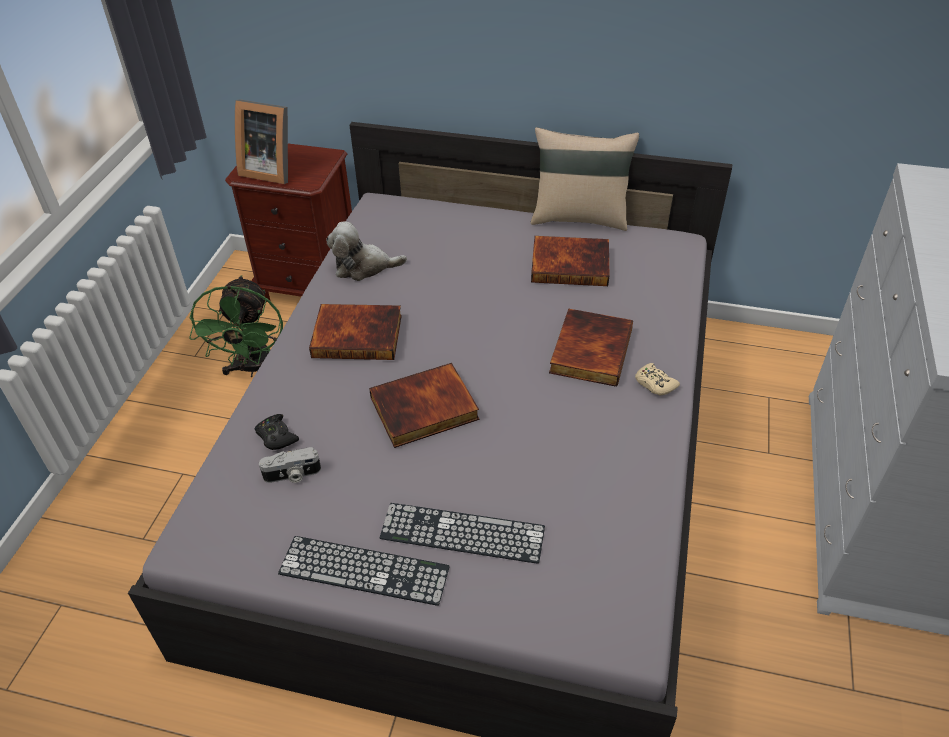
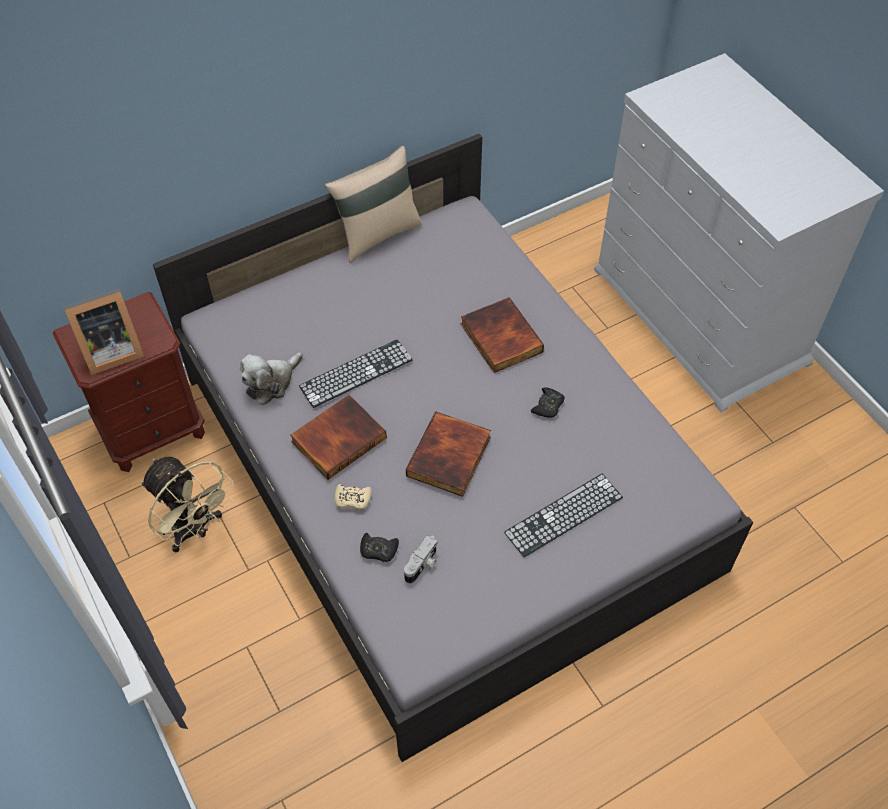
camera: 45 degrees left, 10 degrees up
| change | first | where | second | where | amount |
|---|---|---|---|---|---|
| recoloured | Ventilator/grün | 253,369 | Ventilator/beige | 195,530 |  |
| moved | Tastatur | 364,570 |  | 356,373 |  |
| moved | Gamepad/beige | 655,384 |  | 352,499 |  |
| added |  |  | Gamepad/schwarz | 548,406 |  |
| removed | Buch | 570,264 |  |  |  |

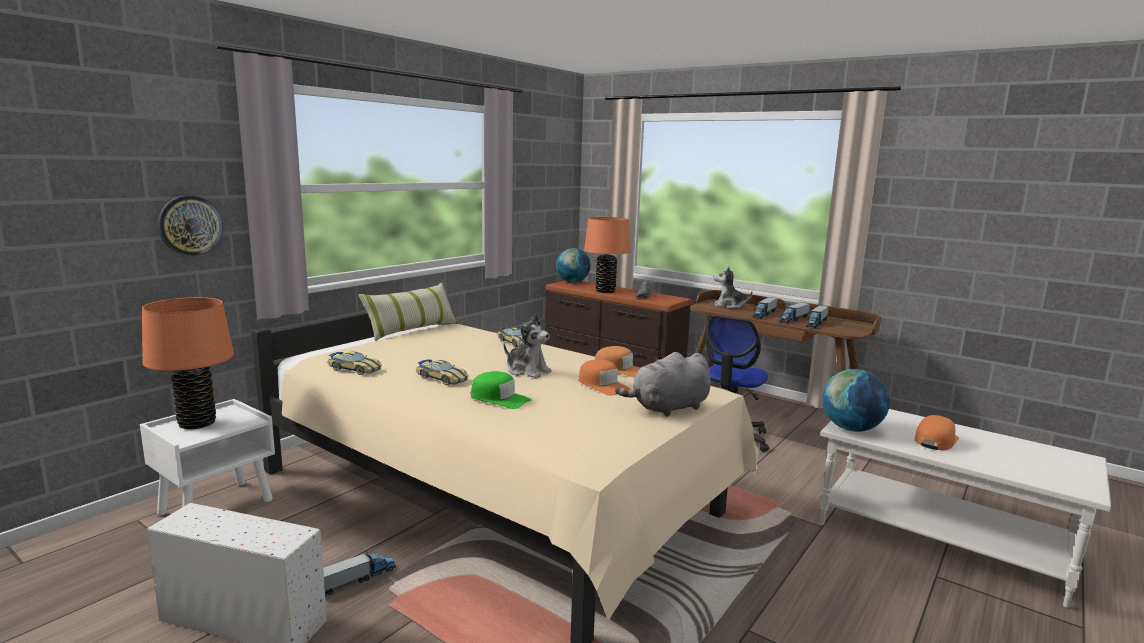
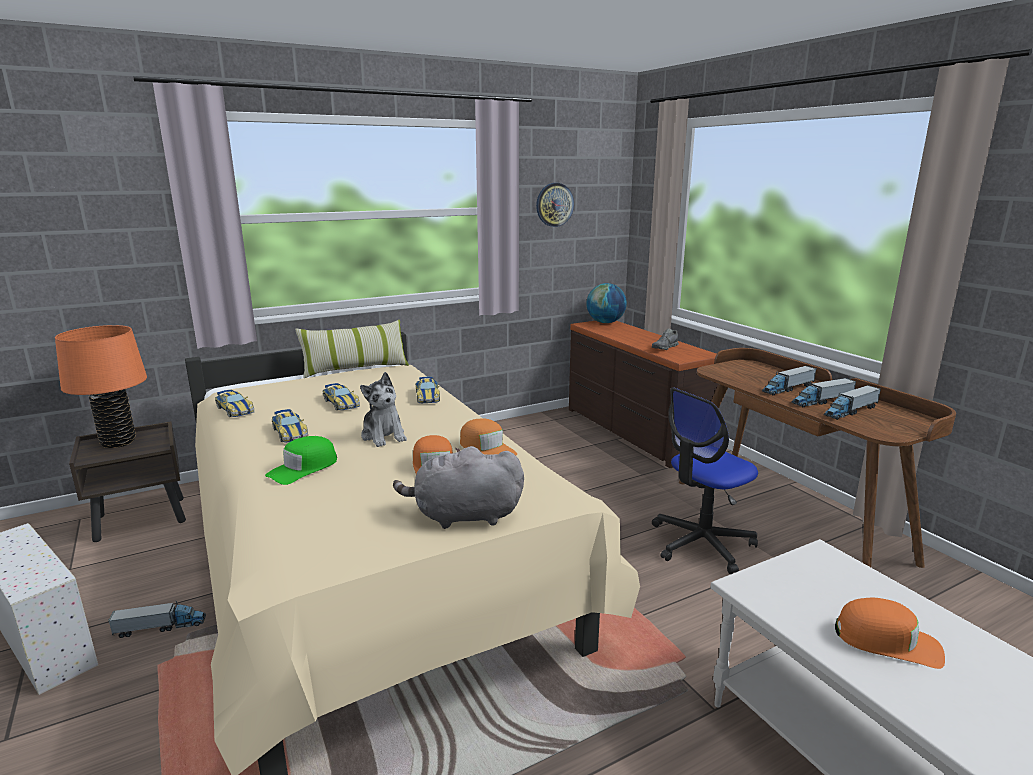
camera: 25 degrees right, 5 degrees up
| change | first | where | second | where | amount |
|---|---|---|---|---|---|
| recoloured | Nachttisch/weiß | 217,506 | Nachttisch/braun | 142,519 |  |
| turned | Kappe/grün | 499,399 |  | 303,468 | 75 degrees clockwise |
| added |  |  | Spielzeugauto | 341,403 |  |
| moved | Wanduhr | 190,225 |  | 554,204 |  |
| turned | Kappe/orange | 935,440 |  | 887,641 | 45 degrees clockwise |
| removed | Tischlampe/orange | 605,291 |  |  |  |
| removed | Plüschtier | 729,306 |  |  |  |
| removed | Globus | 851,429 |  |  |  |

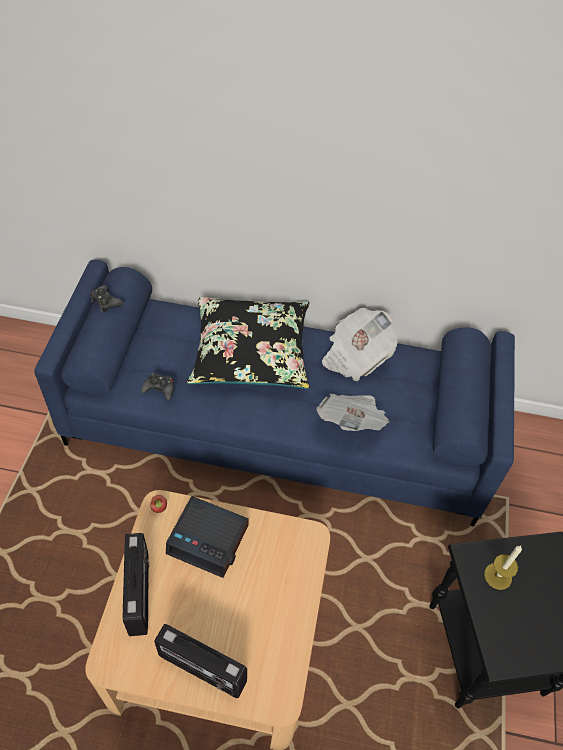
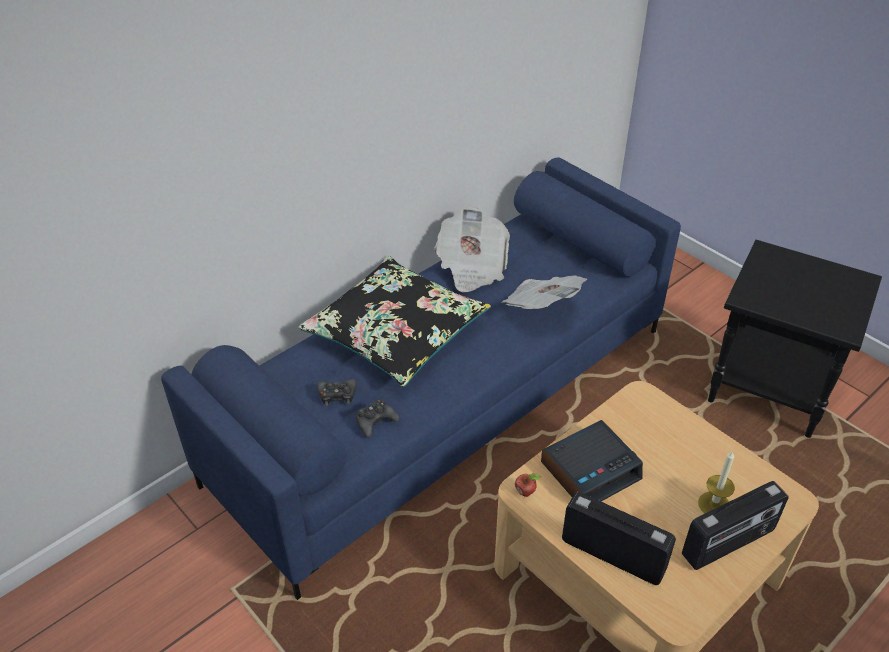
camera: 50 degrees left, 10 degrees down
| change | first | where | second | where | amount |
|---|---|---|---|---|---|
| moved | Gamepad/schwarz | 106,302 |  | 337,395 |  |
| moved | Kerze | 498,576 |  | 714,504 |  |

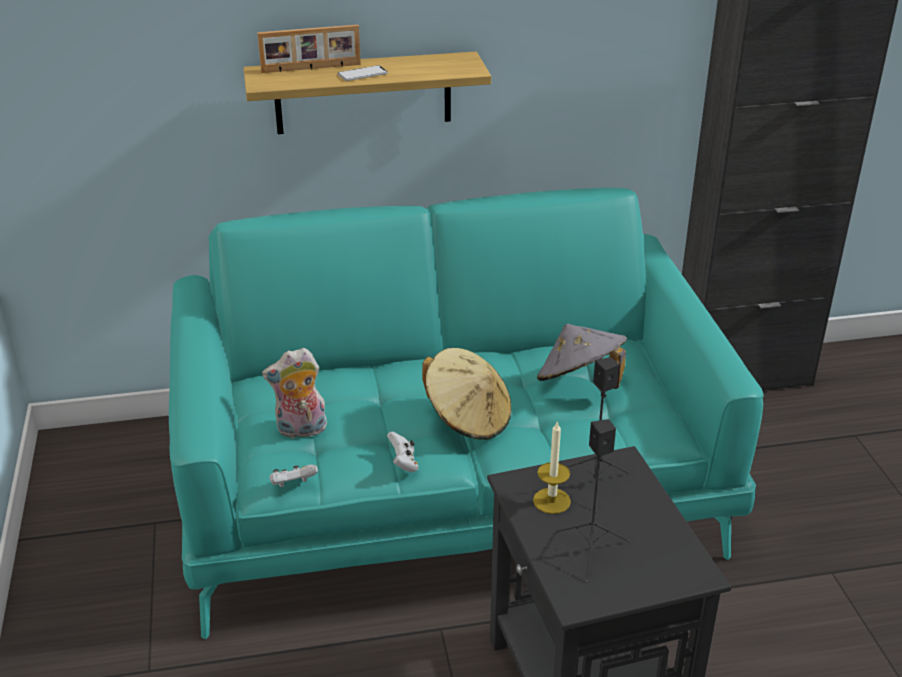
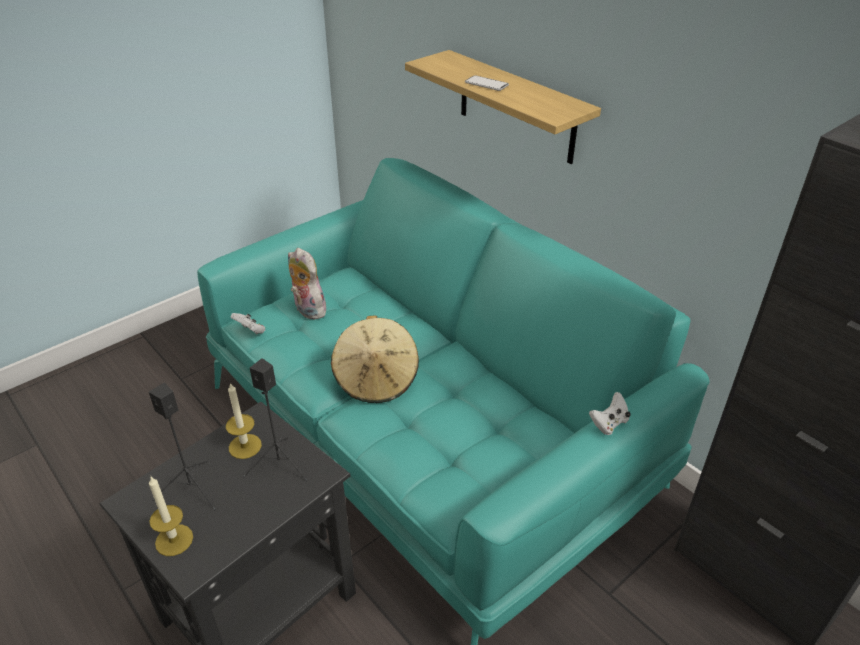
camera: 60 degrees right, 5 degrees up
| change | first | where | second | where | amount |
|---|---|---|---|---|---|
| added |  |  | Kerze | 174,540 |  |
| moved | Gamepad/weiß | 403,463 |  | 609,423 |  |
| removed | Bilderrahmen | 311,68 |  |  |  |
| removed | Hut/grau | 580,383 |  |  |  |

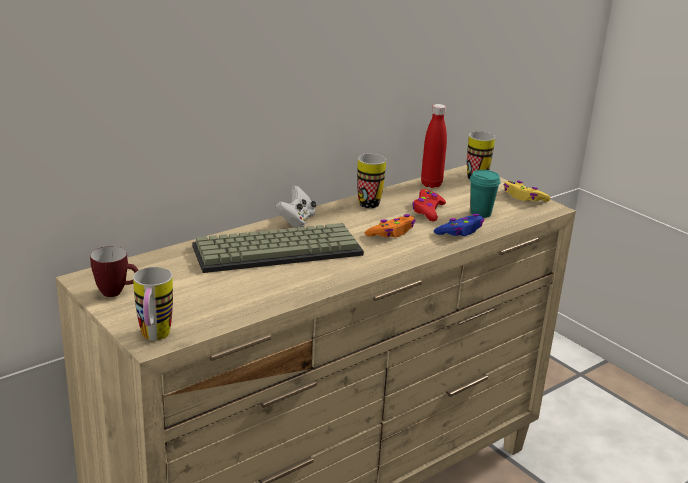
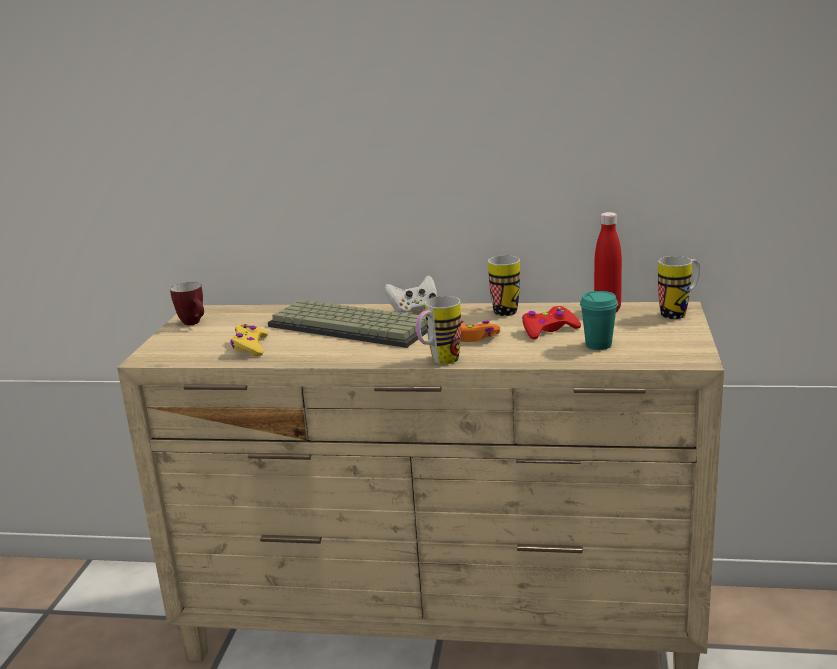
camera: 50 degrees right, 5 degrees down
| change | first | where | second | where | amount |
|---|---|---|---|---|---|
| moved | Gamepad/gelb | 524,197 |  | 250,347 |  |
| moved | Henkelbecher | 154,338 |  | 439,362 |  |
| removed | Gamepad/blau | 460,231 |  |  |  |

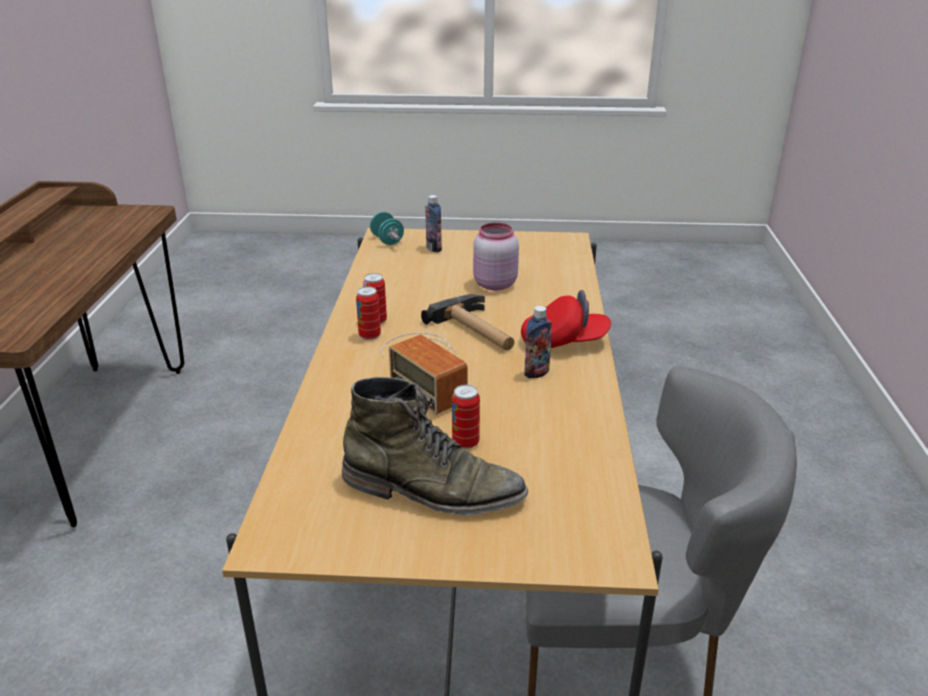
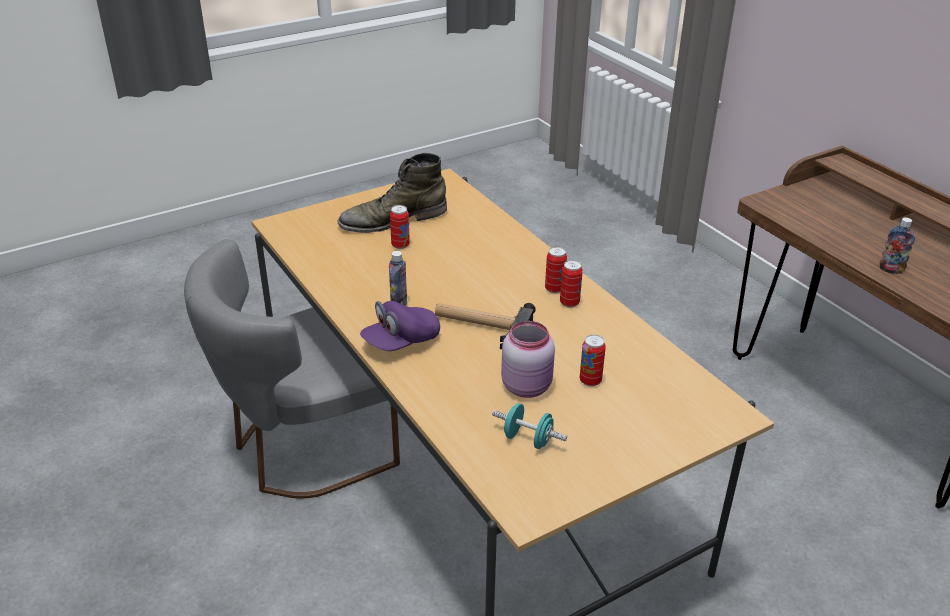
camera: 145 degrees right, 5 degrees up
| change | first | where | second | where | amount |
|---|---|---|---|---|---|
| recoloured | Kappe/rot | 564,342 | Kappe/lila | 401,342 |  |
| moved | Hantel/türkis | 387,240 |  | 528,439 |  |
| added |  |  | Dose | 590,381 |  |
| moved | Flasche | 433,248 |  | 891,270 |  |
| removed | Radio | 426,368 |  |  |  |

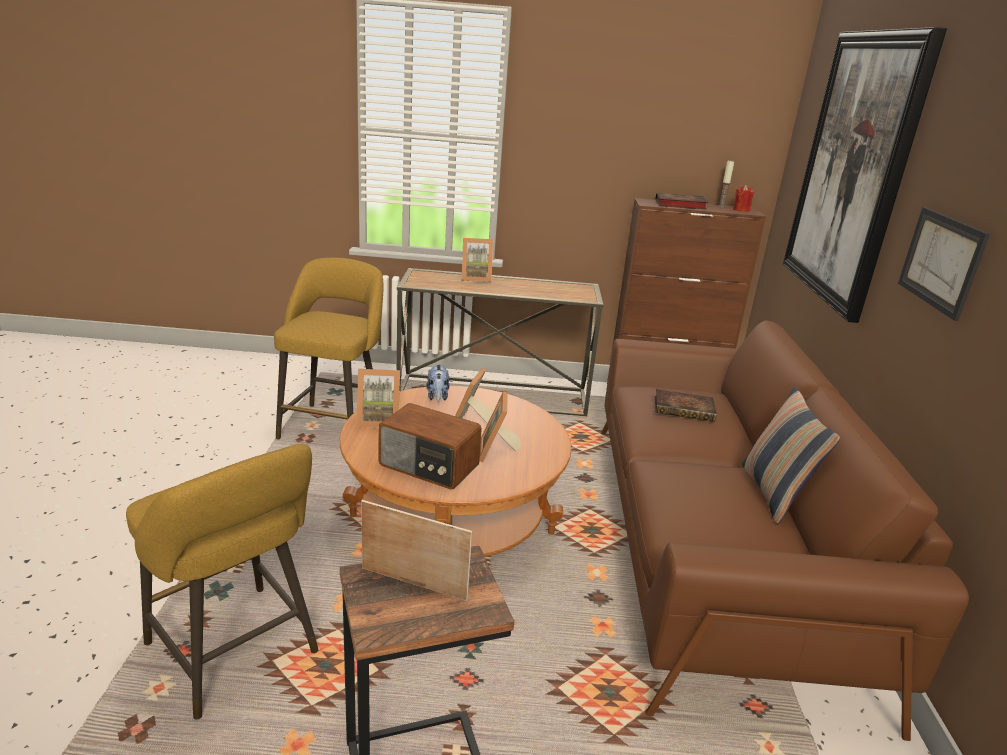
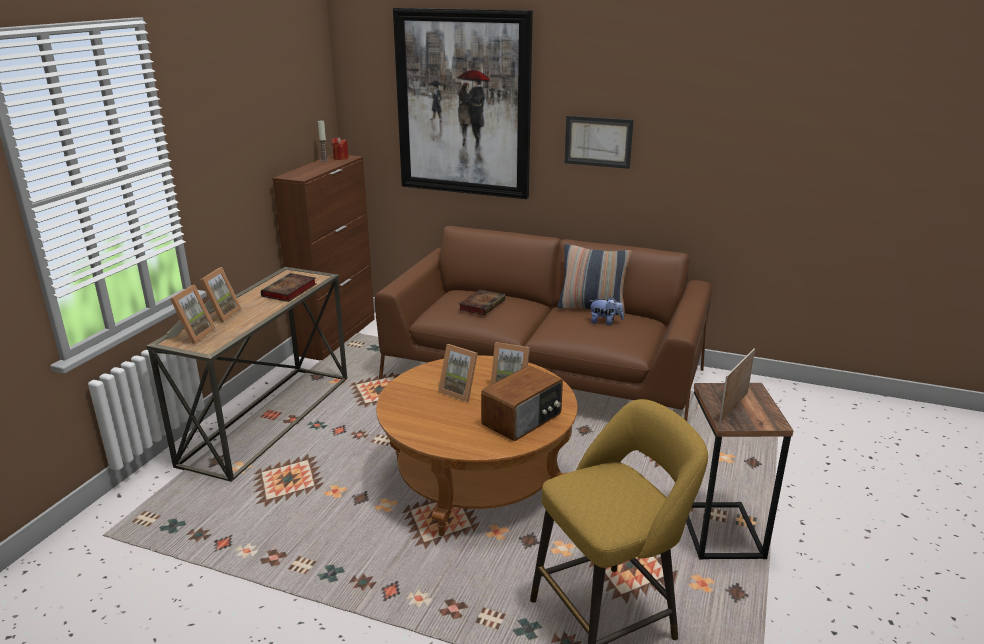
camera: 70 degrees left, 0 degrees up
| change | first | where | second | where | amount |
|---|---|---|---|---|---|
| moved | Bilderrahmen | 378,420 |  | 193,335 |  |
| moved | Buch | 679,205 |  | 289,291 |  |
| moved | Plüschtier | 437,397 |  | 605,322 |  |
| removed | Hocker/gelb | 333,425 |  |  |  |

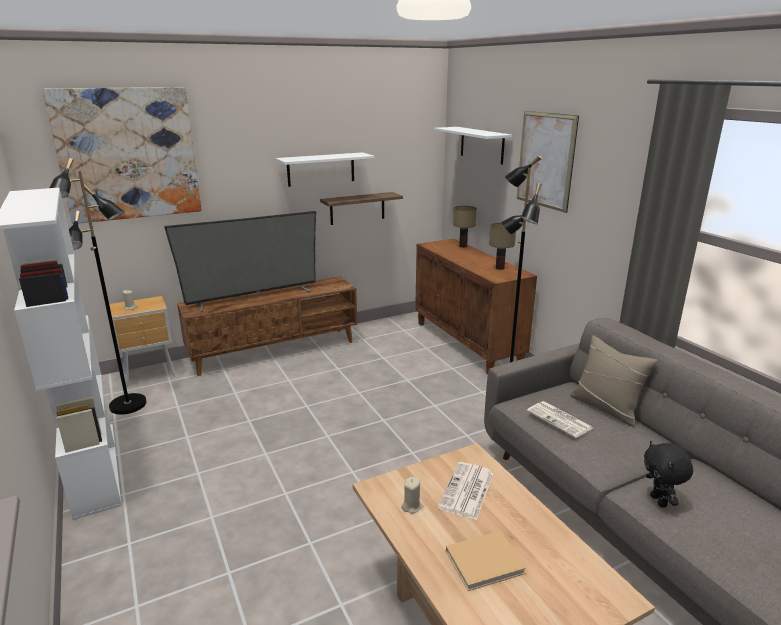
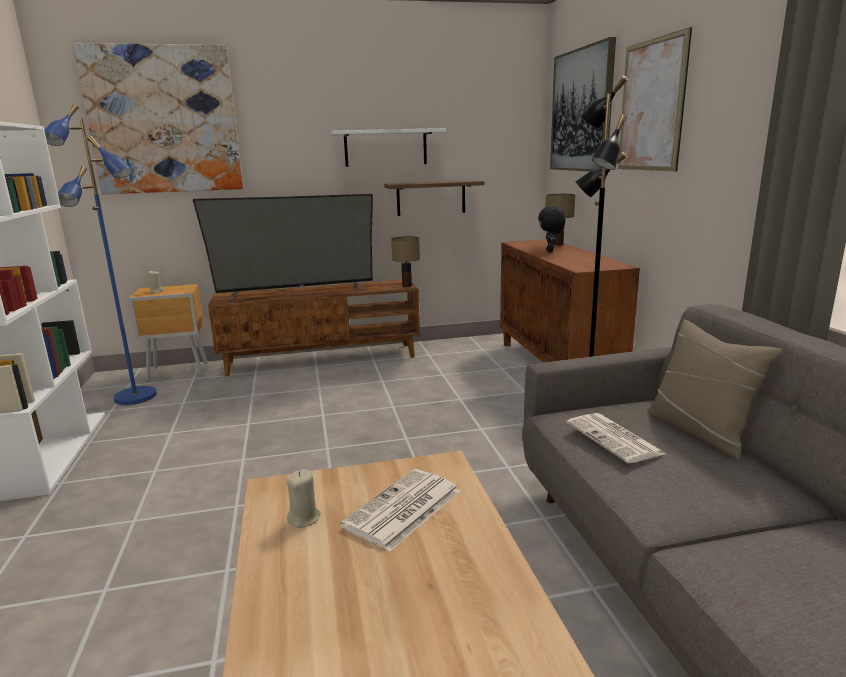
camera: 15 degrees right, 5 degrees down
| change | first | where | second | where | amount |
|---|---|---|---|---|---|
| recoloured | Stehlampe/schwarz | 128,405 | Stehlampe/blau | 135,397 |  |
| moved | Tischlampe | 499,268 |  | 406,286 |  |
| moved | Plüschtier/schwarz | 659,501 |  | 550,251 |  |
| replaced | Wandregal/weiß | 482,145 | Bild | 581,111 |  |
| removed | Buch/beige | 486,561 |  |  |  |

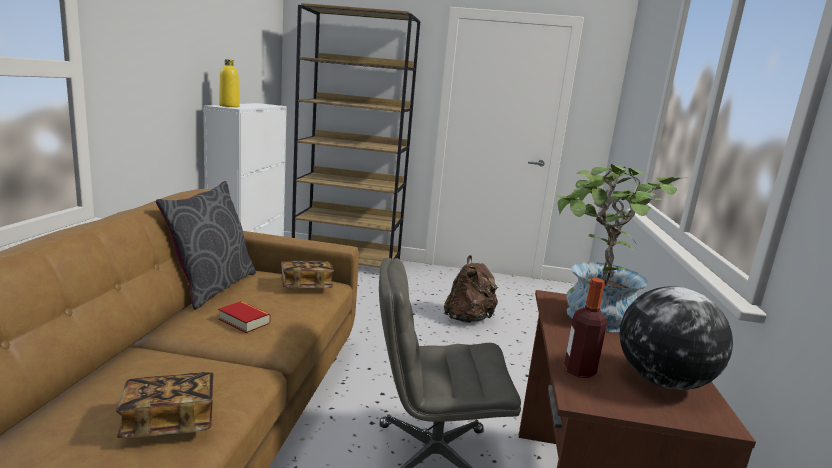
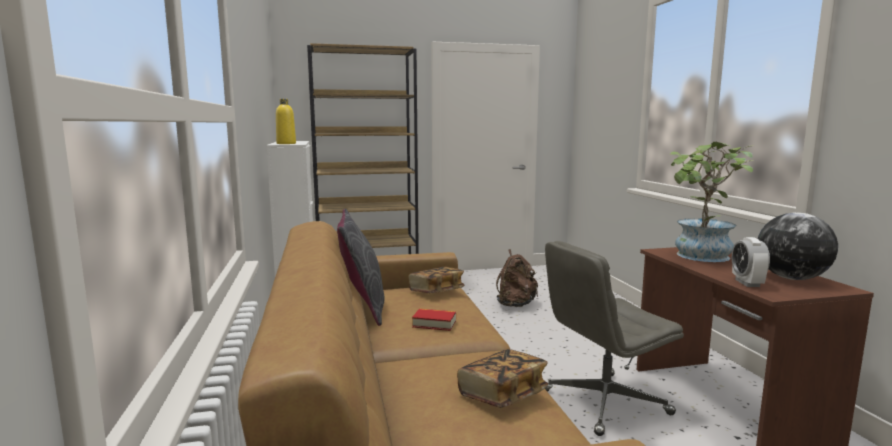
camera: 20 degrees left, 5 degrees down
| change | first | where | second | where | amount |
|---|---|---|---|---|---|
| replaced | Flasche | 579,371 | Wecker | 747,283 |  |

